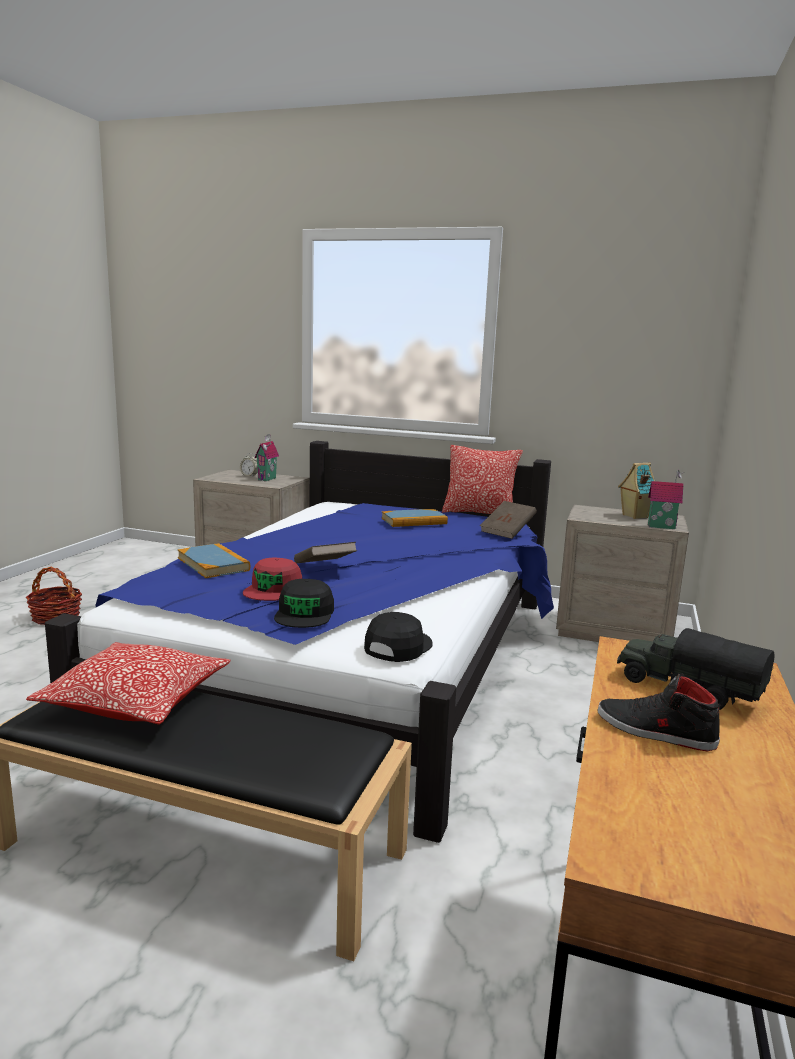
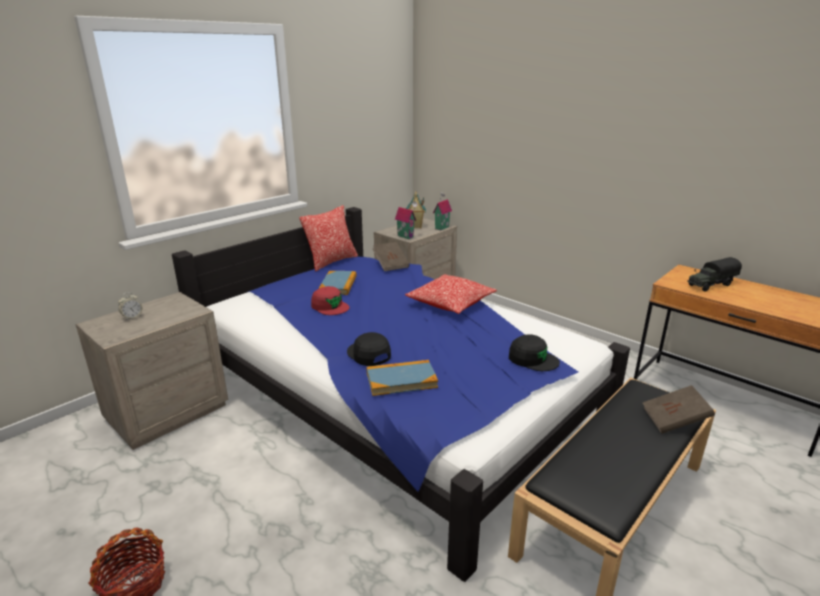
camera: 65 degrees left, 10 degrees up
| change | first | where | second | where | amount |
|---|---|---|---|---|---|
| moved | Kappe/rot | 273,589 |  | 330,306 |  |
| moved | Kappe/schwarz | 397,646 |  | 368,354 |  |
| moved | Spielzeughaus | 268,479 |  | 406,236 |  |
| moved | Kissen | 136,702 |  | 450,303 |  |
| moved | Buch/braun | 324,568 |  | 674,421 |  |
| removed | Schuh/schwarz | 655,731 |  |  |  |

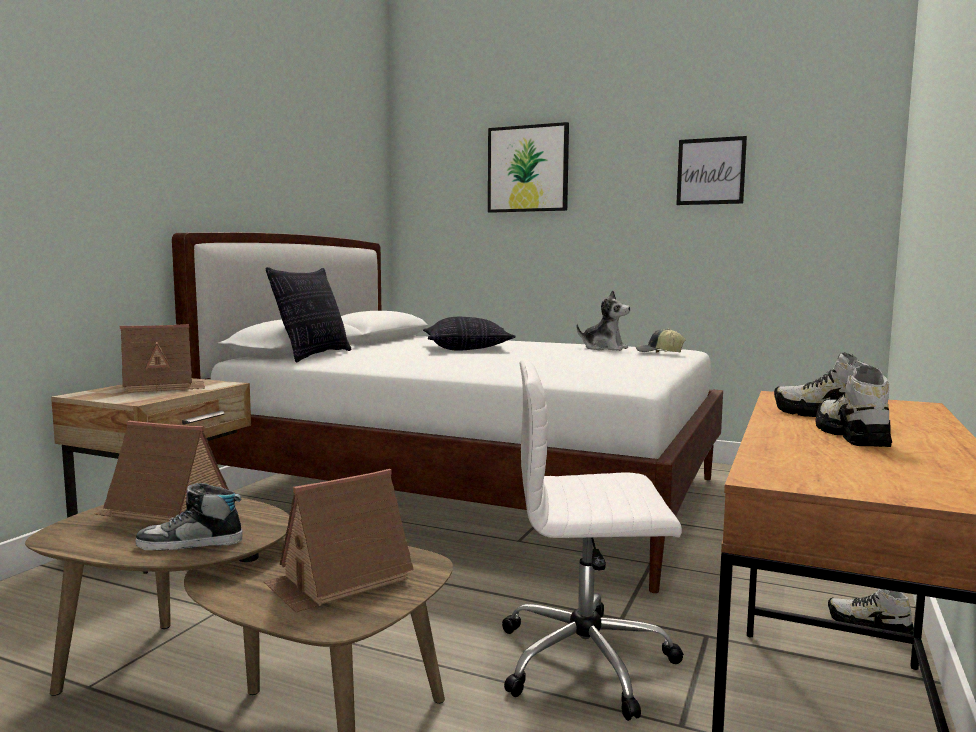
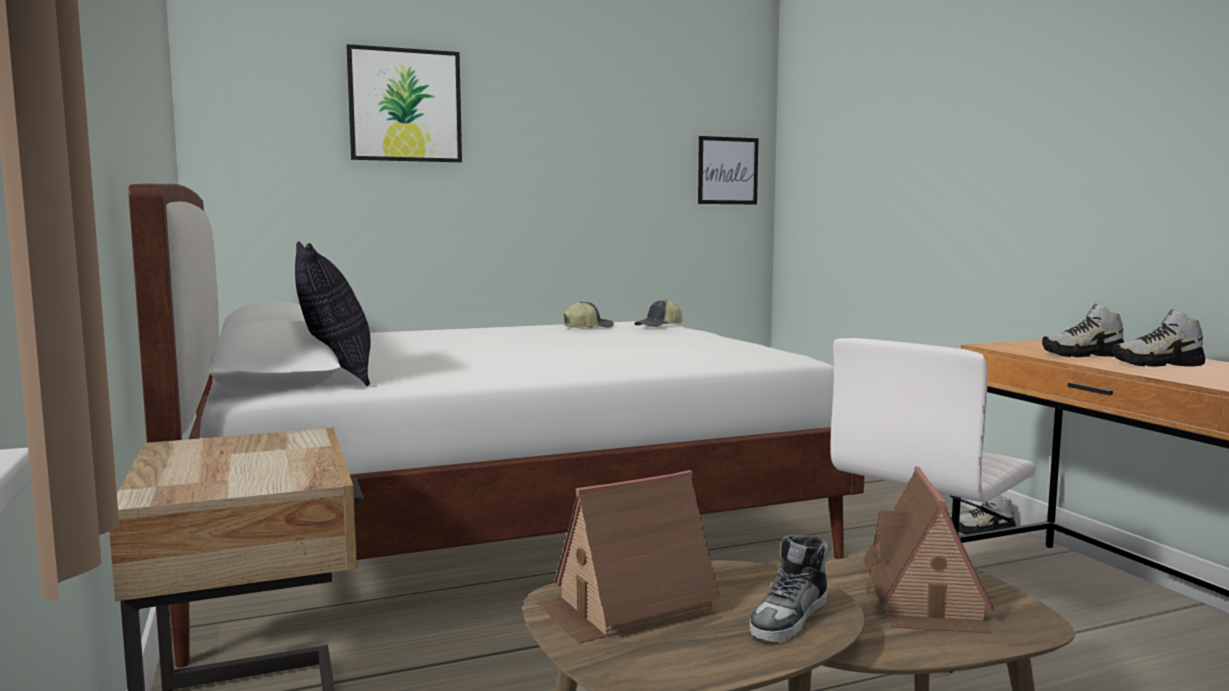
camera: 45 degrees left, 0 degrees up
| change | first | where | second | where | amount |
|---|---|---|---|---|---|
| replaced | Plüschtier | 604,348 | Kappe | 588,327 |  |
| moved | Bild | 711,171 |  | 727,170 |  |
| turned | Schuh | 851,436 |  | 1158,364 | 45 degrees counterclockwise |
| removed | Spielzeughaus | 163,387 |  |  |  |
| removed | Kissen | 467,349 |  |  |  |

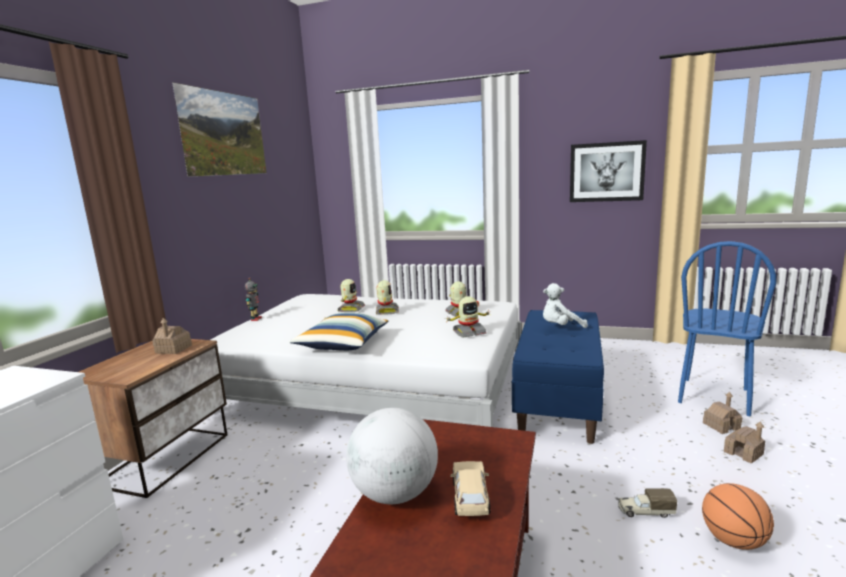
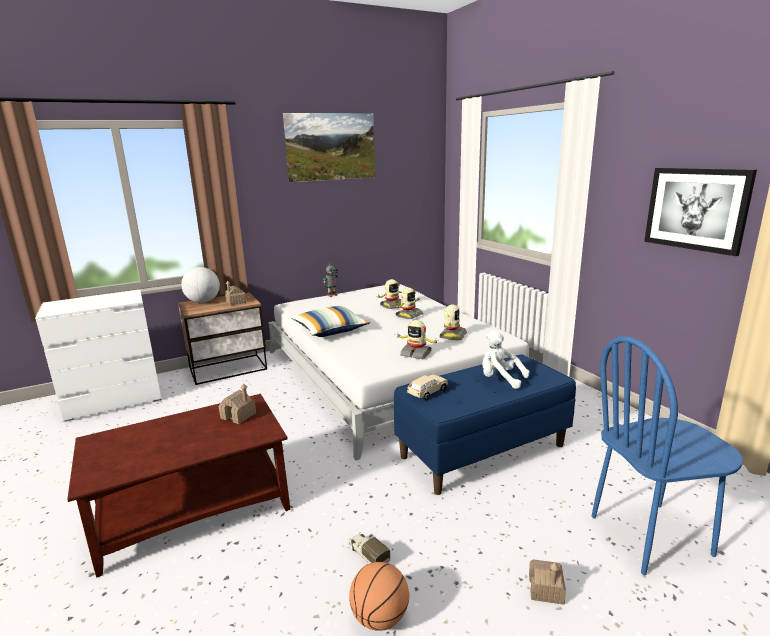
camera: 45 degrees right, 5 degrees up
| change | first | where | second | where | amount |
|---|---|---|---|---|---|
| moved | Globus | 395,494 |  | 203,302 |  |
| moved | Spielzeughaus | 721,426 |  | 238,415 |  |
| moved | Spielzeugauto/beige | 470,498 |  | 427,393 |  |

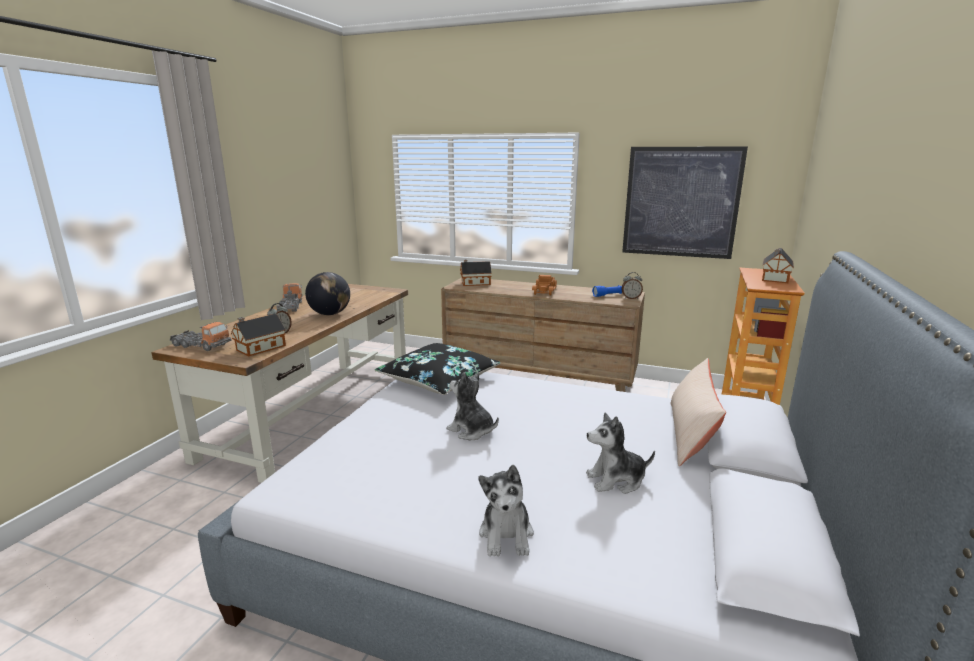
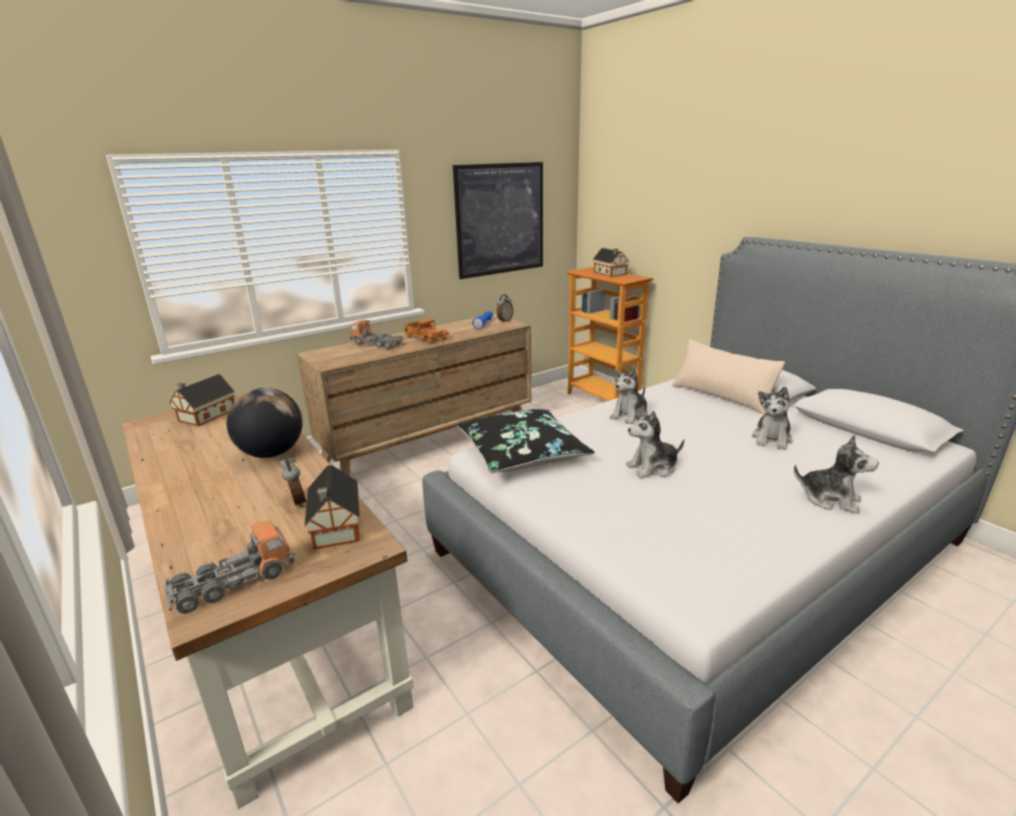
camera: 55 degrees left, 5 degrees up
| change | first | where | second | where | amount |
|---|---|---|---|---|---|
| moved | Spielzeughaus | 474,283 |  | 205,416 |  |
| moved | Spielzeuglaster | 290,306 |  | 377,344 |  |
| added |  |  | Plüschtier | 629,415 |  |

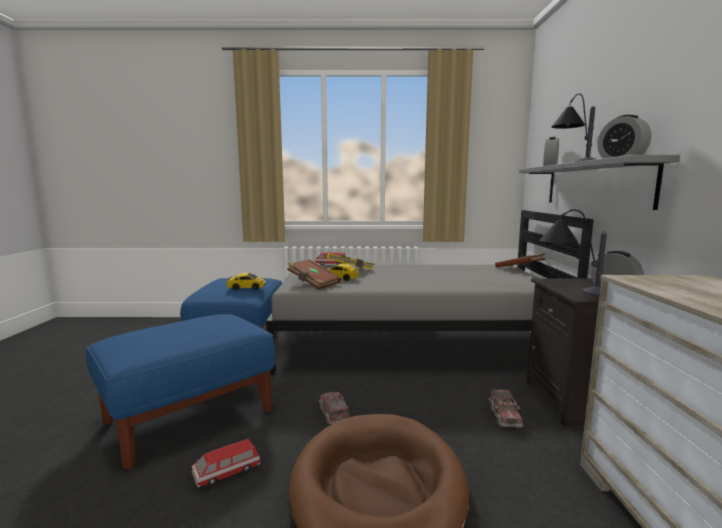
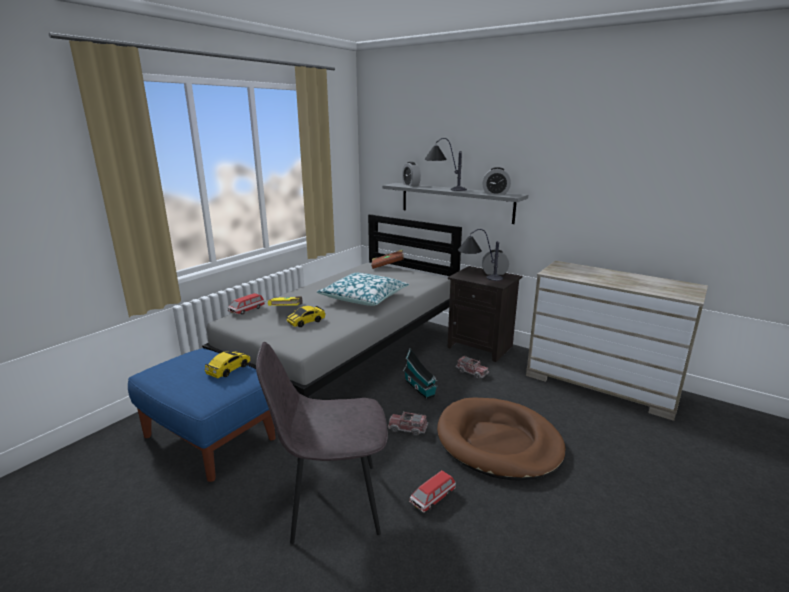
camera: 55 degrees left, 10 degrees up
| change | first | where | second | where | amount |
|---|---|---|---|---|---|
| replaced | Polsterhocker/blau | 191,416 | Stuhl/grau | 332,501 |  |
| added |  |  | Kissen | 364,298 |  |
| added |  |  | Spielzeughaus | 420,389 |  |
| turned | Spielzeugauto | 226,472 |  | 432,498 | 45 degrees clockwise |
| removed | Buch/braun | 313,283 |  |  |  |

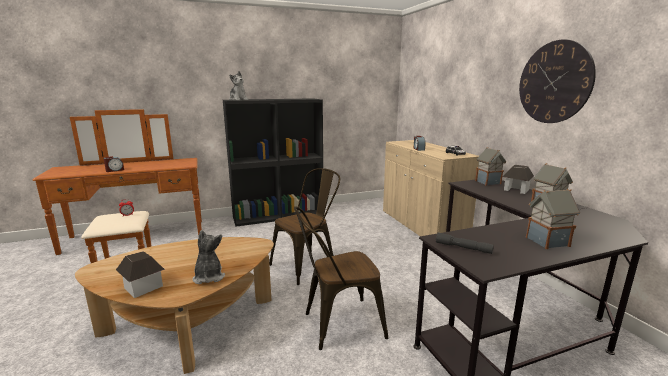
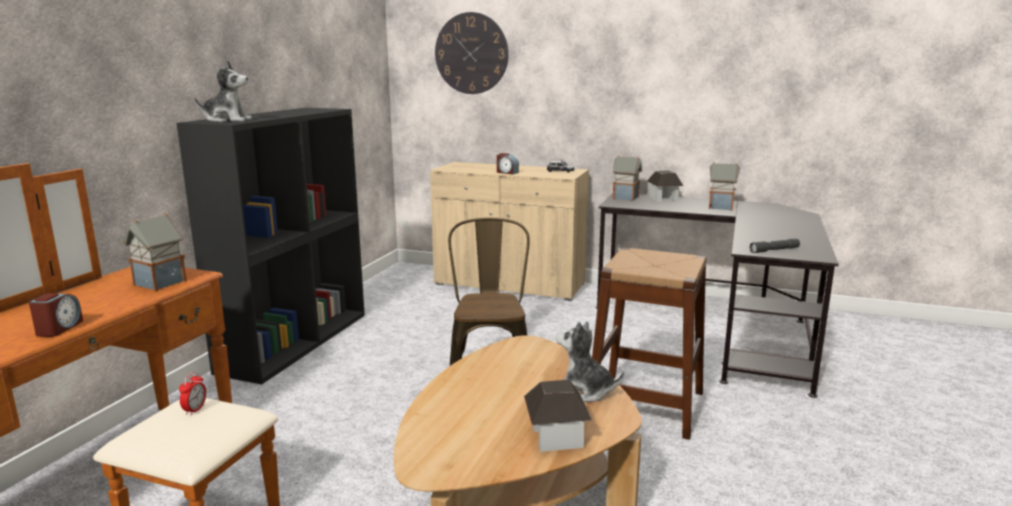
camera: 50 degrees left, 0 degrees up
| change | first | where | second | where | amount |
|---|---|---|---|---|---|
| moved | Spielzeughaus | 546,242 |  | 159,283 |  |
| moved | Wanduhr | 554,82 |  | 471,53 |  |
| replaced | Stuhl/braun | 337,325 | Hocker/braun | 646,404 |  |

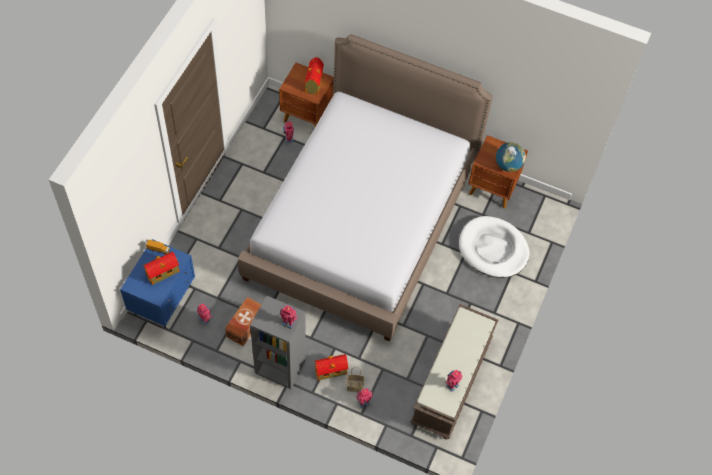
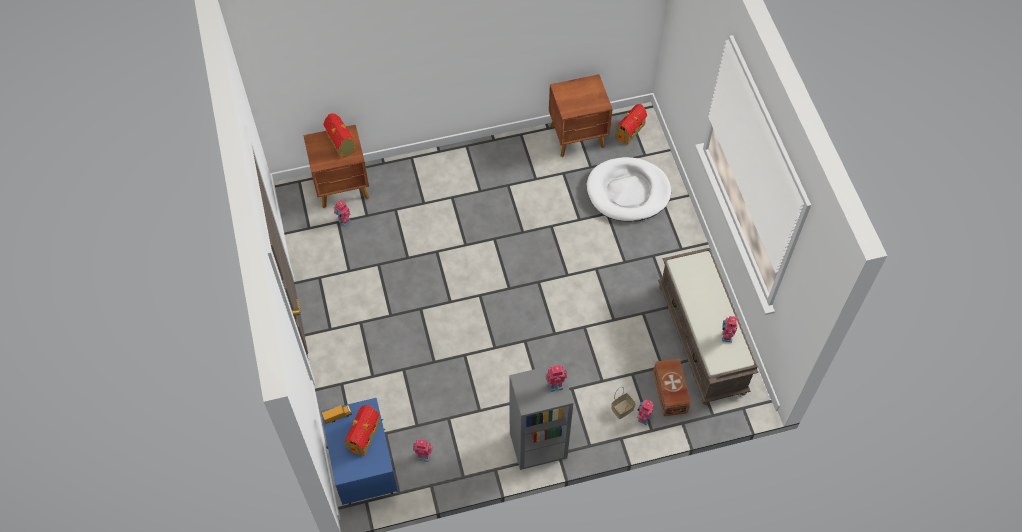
camera: 35 degrees left, 0 degrees up
| change | first | where | second | where | amount |
|---|---|---|---|---|---|
| moved | Spielzeughaus | 331,370 |  | 630,130 |  |
| moved | Aufbewahrungsbox/braun | 244,326 |  | 669,393 |  |
| removed | Bett | 362,221 |  |  |  |
| removed | Globus | 508,165 |  |  |  |

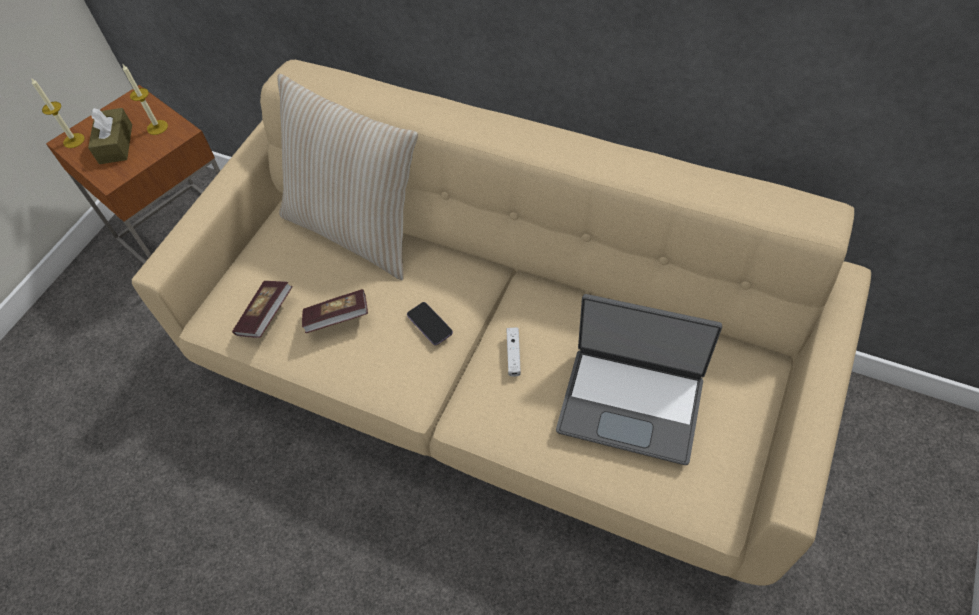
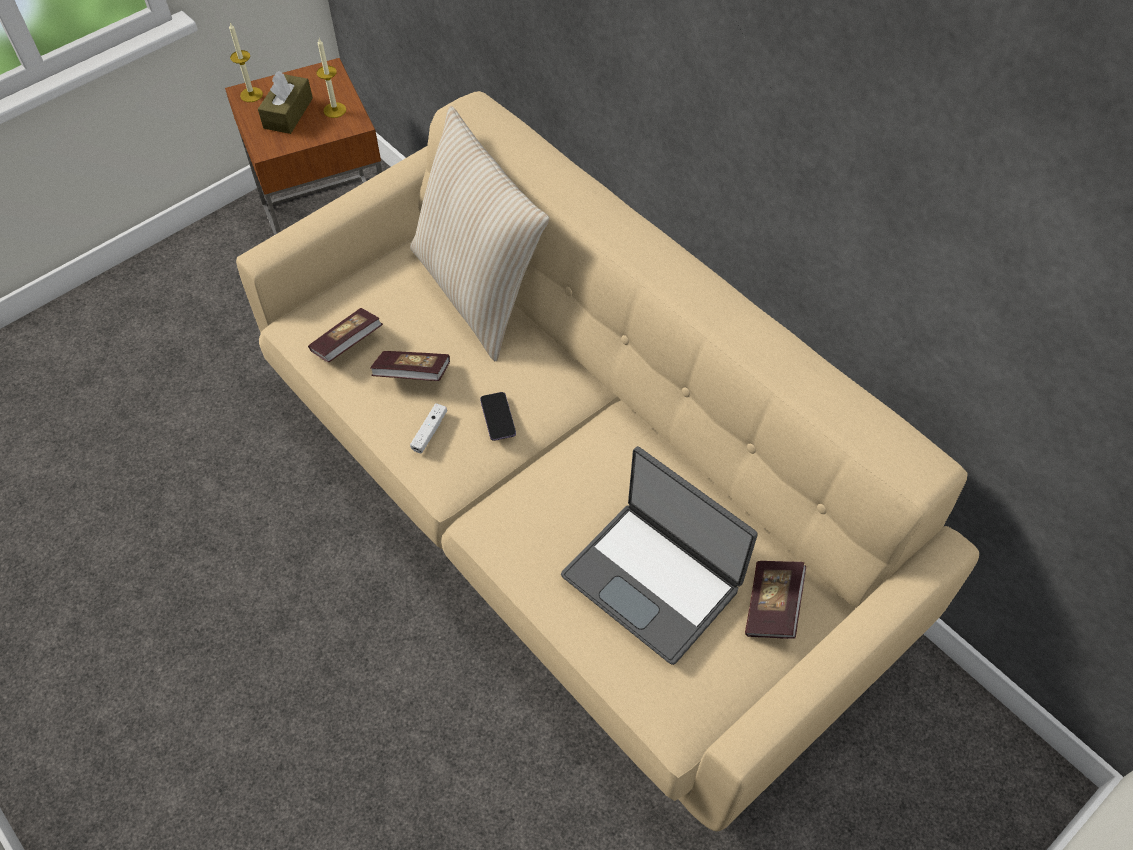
camera: 20 degrees right, 0 degrees up
| change | first | where | second | where | amount |
|---|---|---|---|---|---|
| moved | Gamepad/weiß | 513,354 |  | 429,432 |  |
| added |  |  | Buch | 772,606 |  |

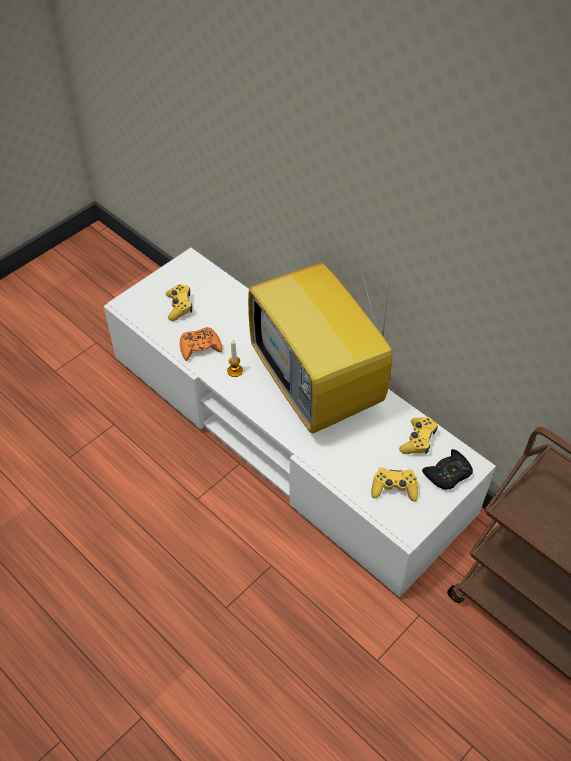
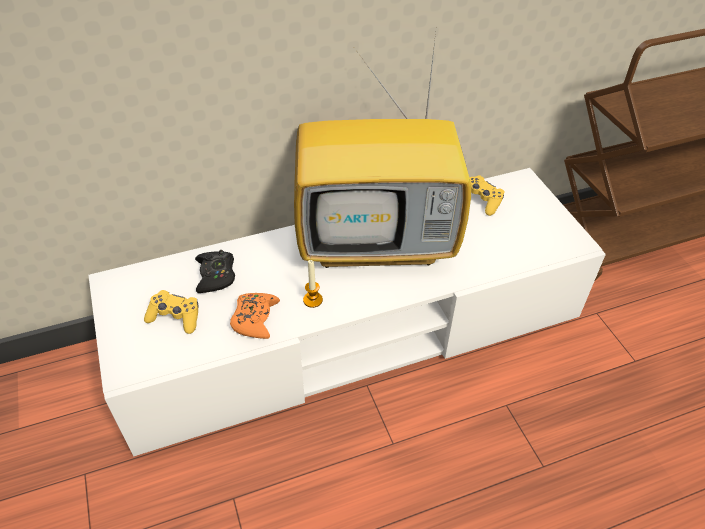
camera: 65 degrees left, 5 degrees down
| change | first | where | second | where | amount |
|---|---|---|---|---|---|
| moved | Gamepad/schwarz | 448,474 |  | 216,275 |  |
| removed | Gamepad/gelb | 394,488 |  |  |  |

